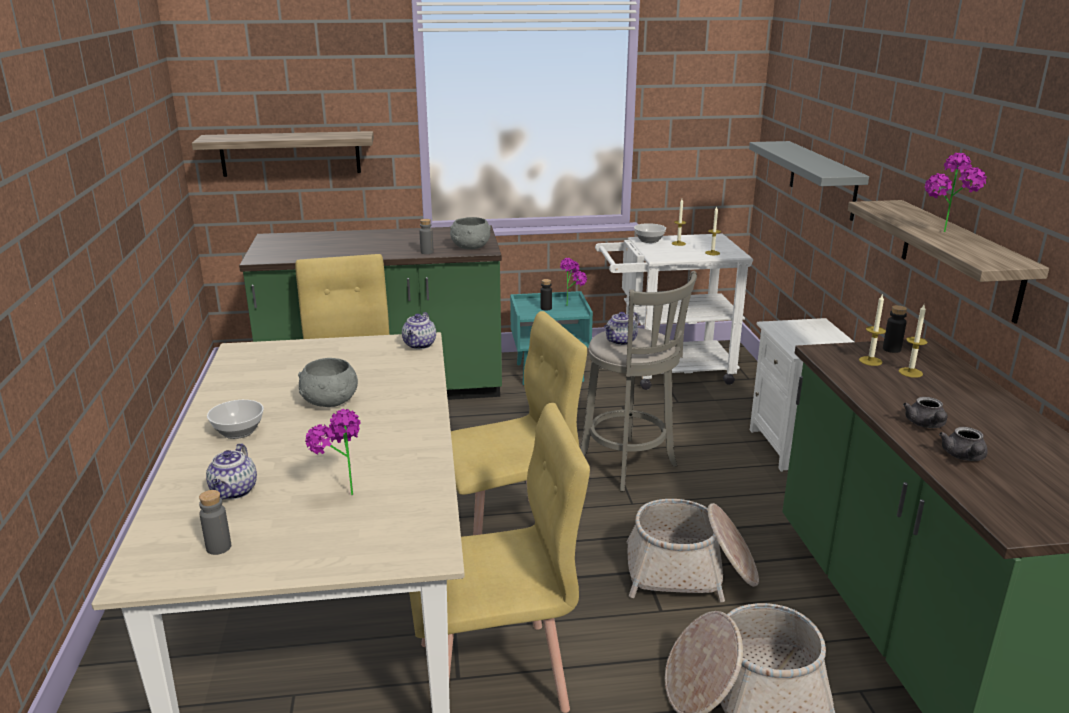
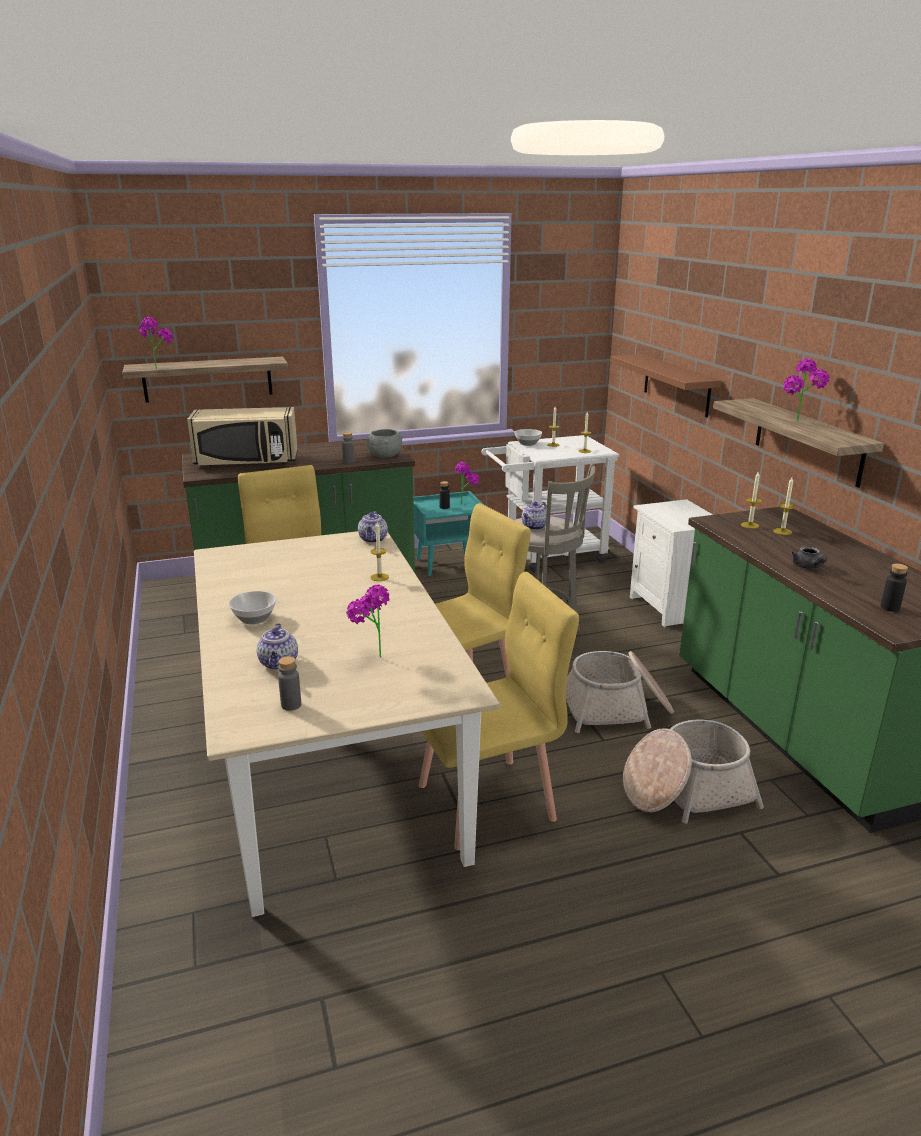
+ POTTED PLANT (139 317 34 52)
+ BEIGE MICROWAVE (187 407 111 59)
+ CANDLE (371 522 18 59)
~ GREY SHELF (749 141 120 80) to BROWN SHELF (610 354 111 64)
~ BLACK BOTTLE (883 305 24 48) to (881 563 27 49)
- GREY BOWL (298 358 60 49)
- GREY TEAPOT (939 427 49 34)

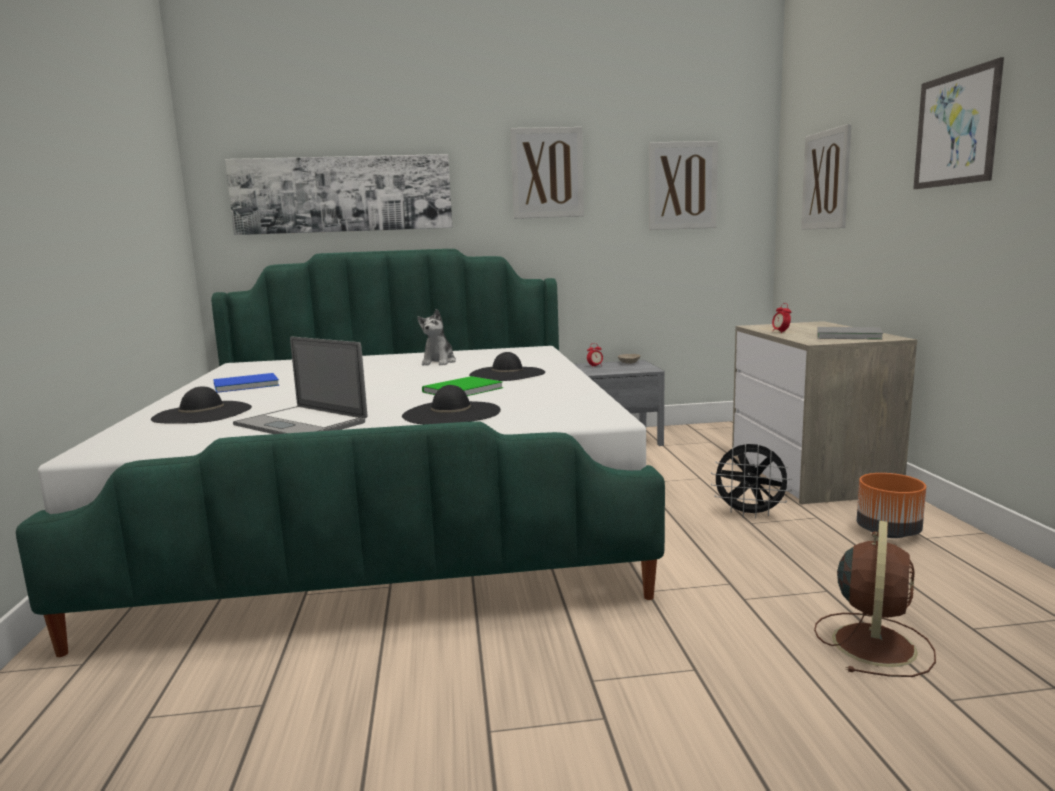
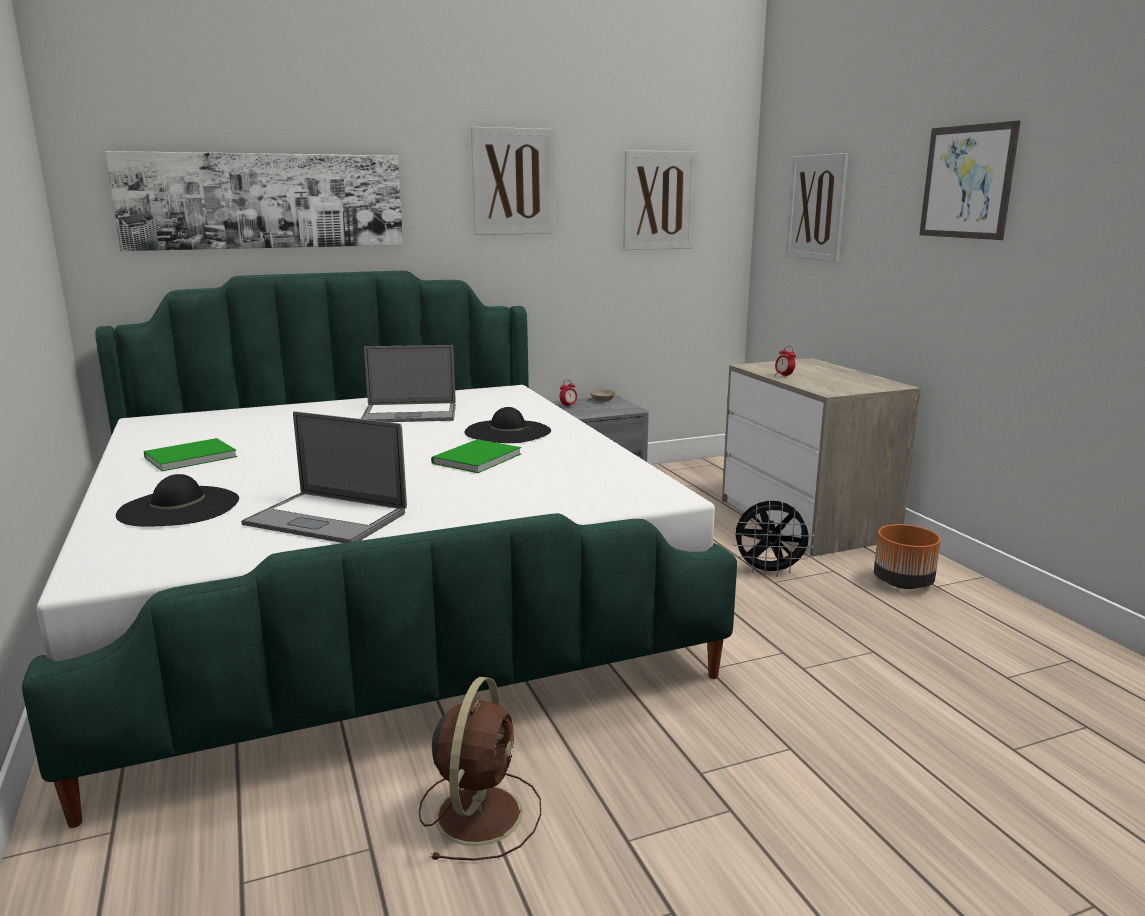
~ BLUE BOOK (213 373 66 20) to GREEN BOOK (144 438 93 33)
~ PLUSH TOY (417 309 39 57) to LAPTOP (361 345 95 77)
~ BROWN FAN (814 521 122 156) to (419 677 122 184)
- BLACK HAT (402 385 99 39)
- GREY BOOK (817 327 66 13)

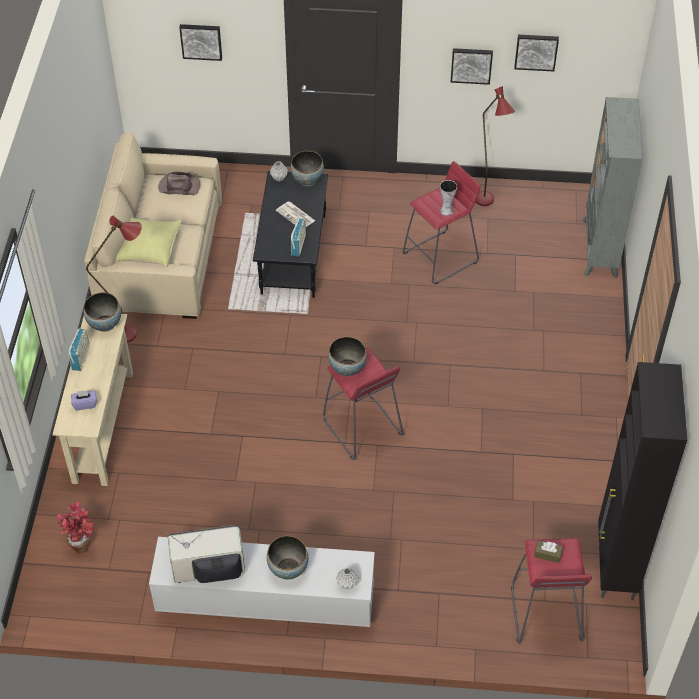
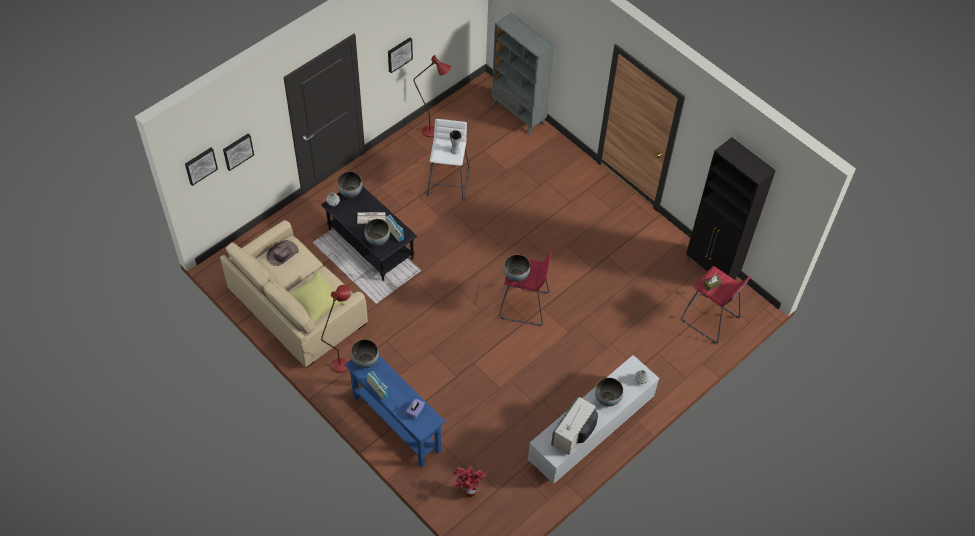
~ PICTURE (514 35 45 37) to (185 148 33 38)
~ BEIGE CONSOLE TABLE (52 314 81 172) to BLUE CONSOLE TABLE (345 356 101 111)
+ BOWL (364 219 26 27)
~ RED STOOL (403 161 78 123) to WHITE STOOL (427 119 43 81)

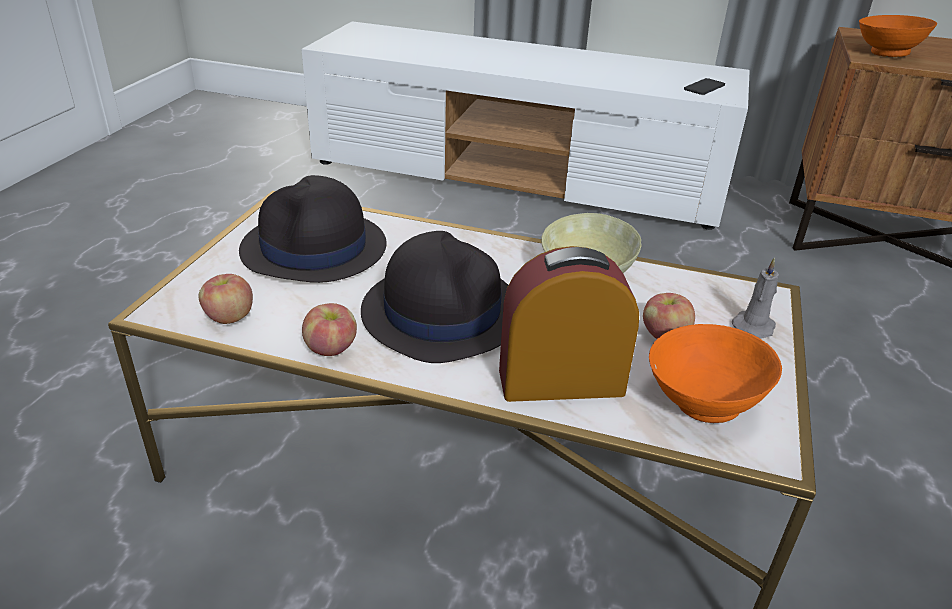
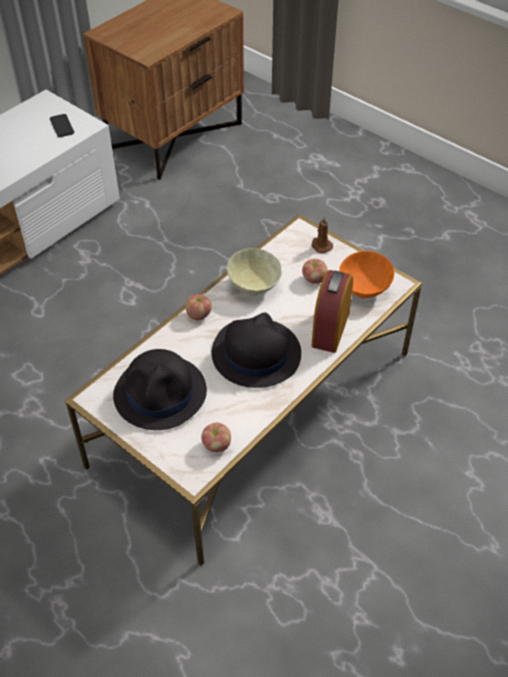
~ APPLE (302 303 55 53) to (185 294 26 27)
~ GREY CANDLE (732 257 47 82) to BROWN CANDLE (311 217 22 36)
- ORANGE BOWL (859 15 78 42)

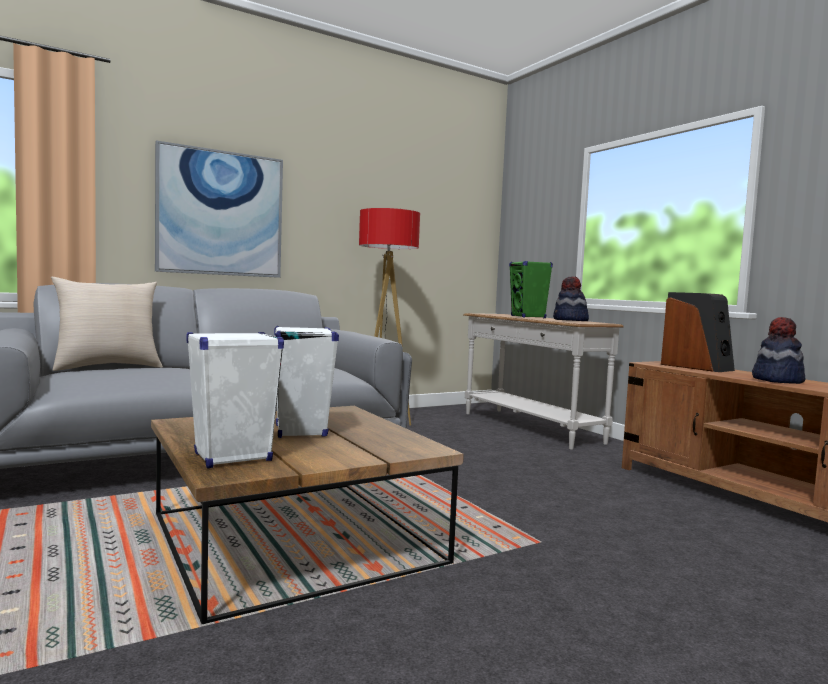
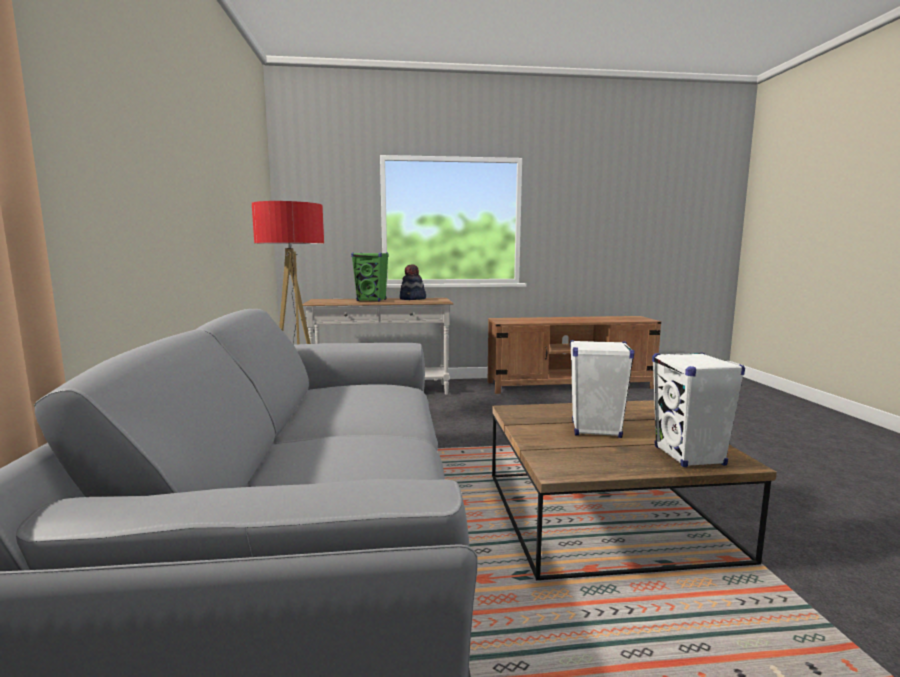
- BEIGE PILLOW (51 277 112 94)
- PICTURE (155 140 128 138)
- SPEAKER (661 292 74 80)
- HAT (752 317 53 67)

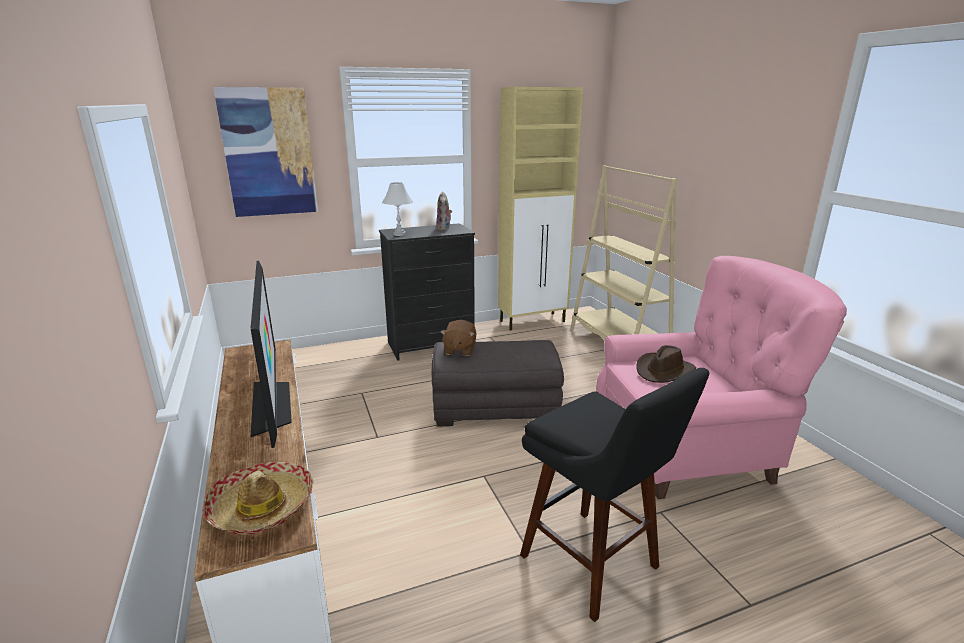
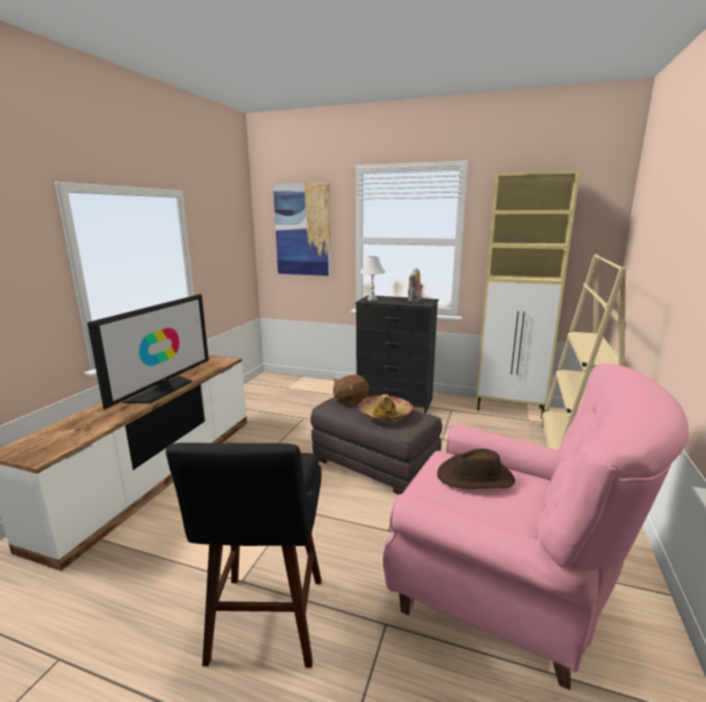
~ HAT (202 462 112 73) to (358 394 55 28)

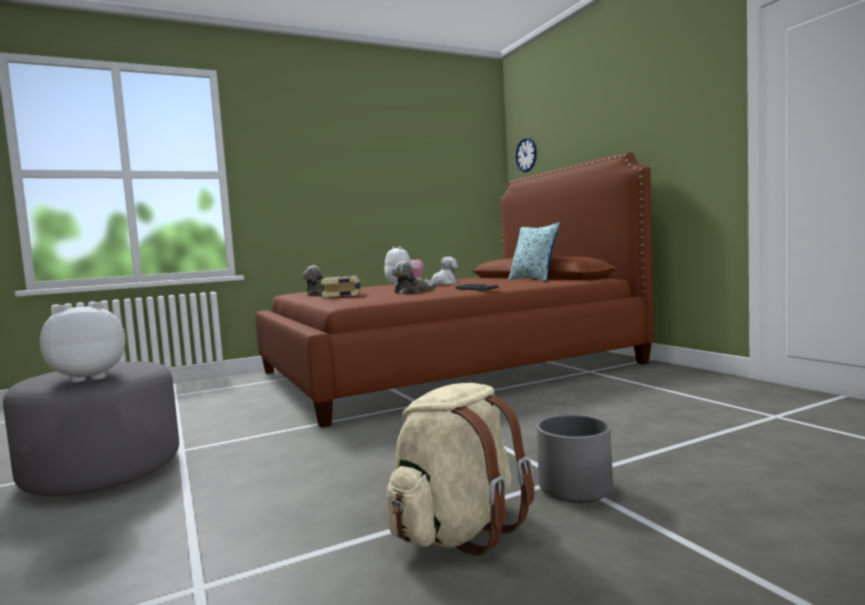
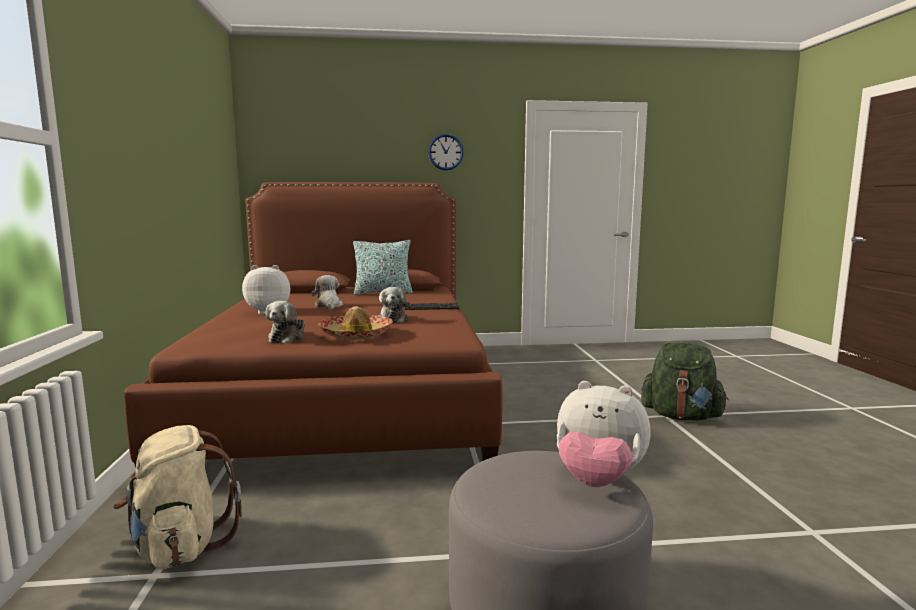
~ BEIGE BACKPACK (387 383 148 173) to (113 425 129 145)
~ BOOK (321 275 40 23) to HAT (318 306 75 34)
~ WALL CLOCK (516 138 21 34) to (428 134 36 36)
~ PLUSH TOY (40 302 85 81) = (557 381 94 106) 60 degrees counterclockwise
~ GREY PLANTER (537 415 76 88) to GREEN BACKPACK (641 343 88 77)

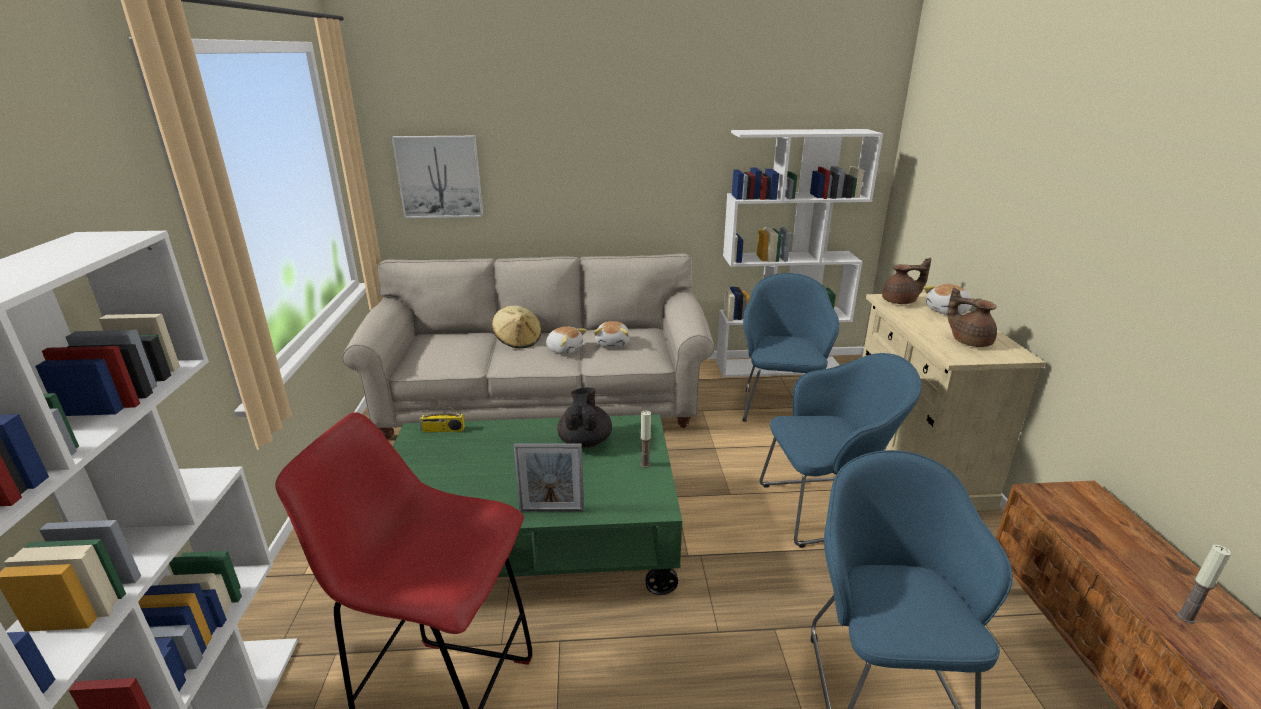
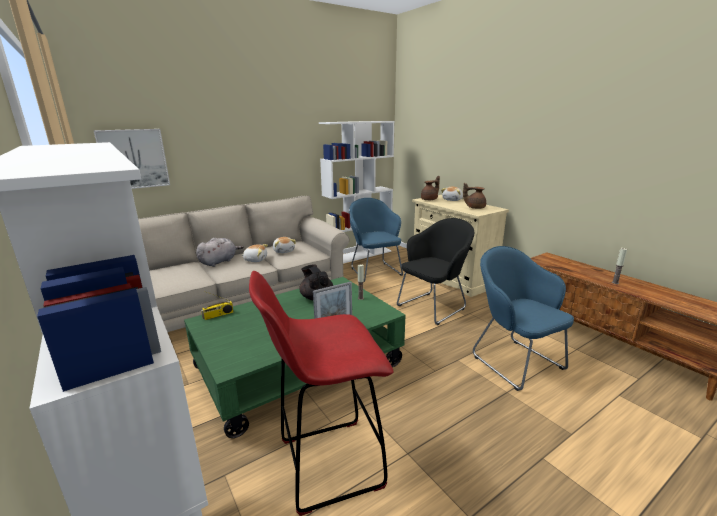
~ BEIGE HAT (492 306 50 42) to GREY PLUSH TOY (196 238 48 29)
~ BLUE ARMCHAIR (759 353 163 195) to BLACK ARMCHAIR (397 218 78 107)

